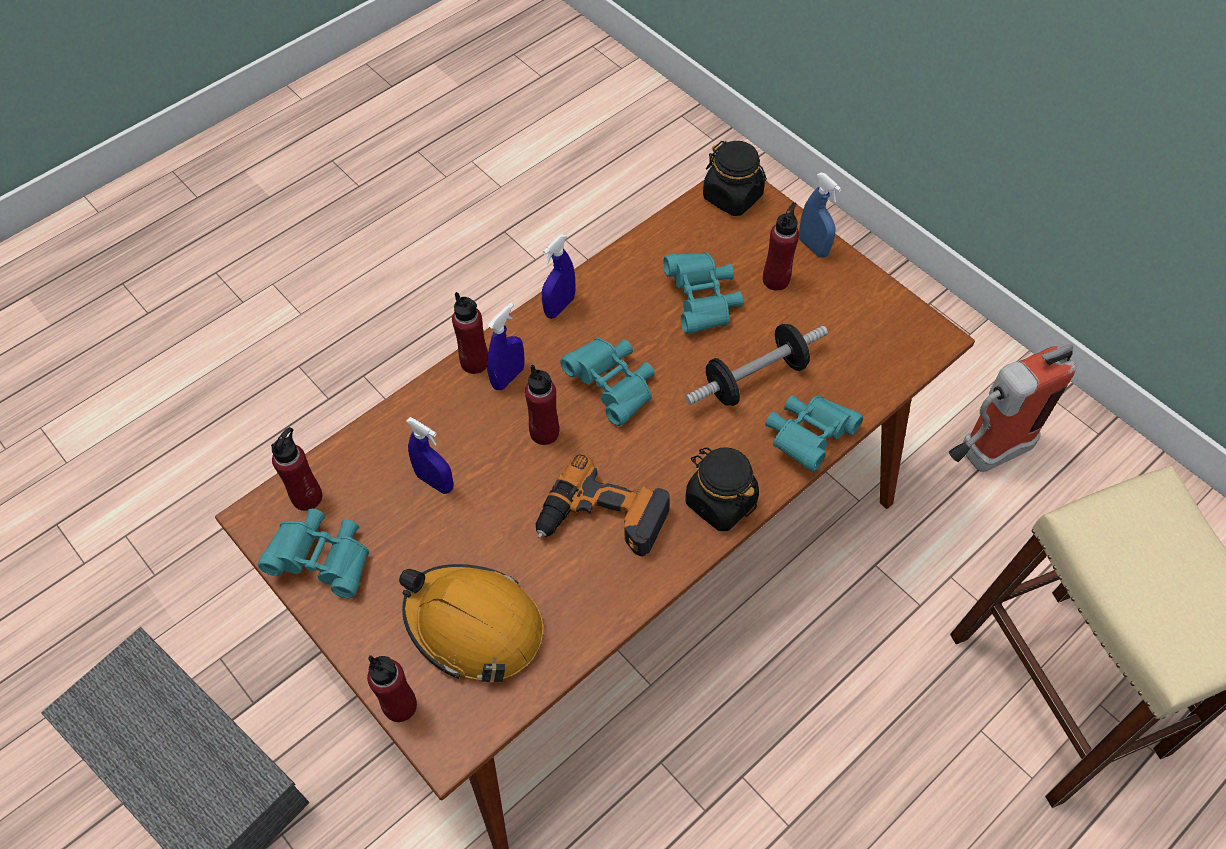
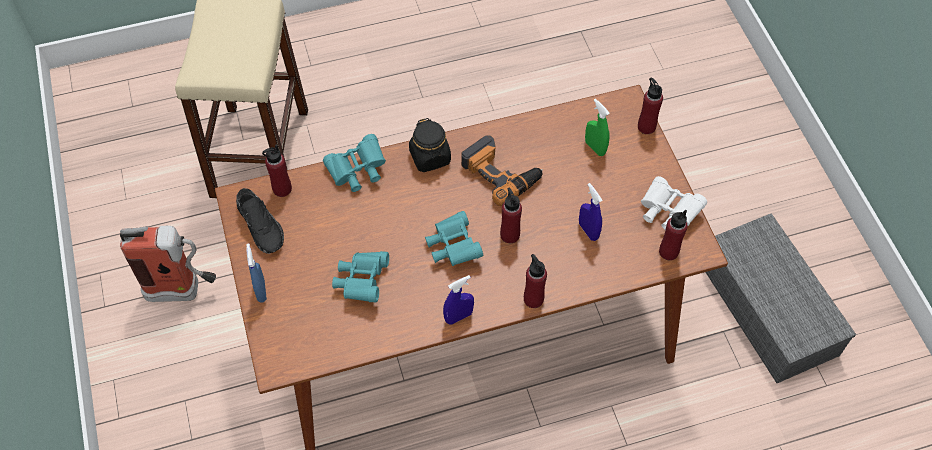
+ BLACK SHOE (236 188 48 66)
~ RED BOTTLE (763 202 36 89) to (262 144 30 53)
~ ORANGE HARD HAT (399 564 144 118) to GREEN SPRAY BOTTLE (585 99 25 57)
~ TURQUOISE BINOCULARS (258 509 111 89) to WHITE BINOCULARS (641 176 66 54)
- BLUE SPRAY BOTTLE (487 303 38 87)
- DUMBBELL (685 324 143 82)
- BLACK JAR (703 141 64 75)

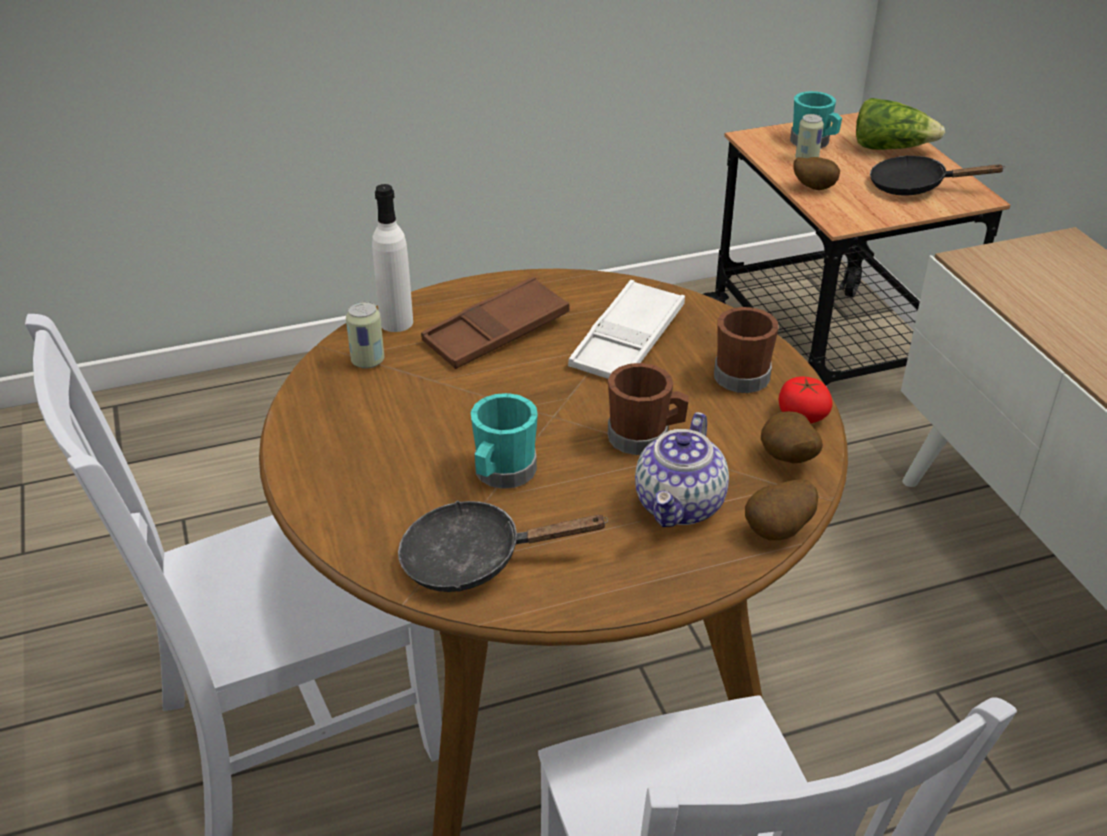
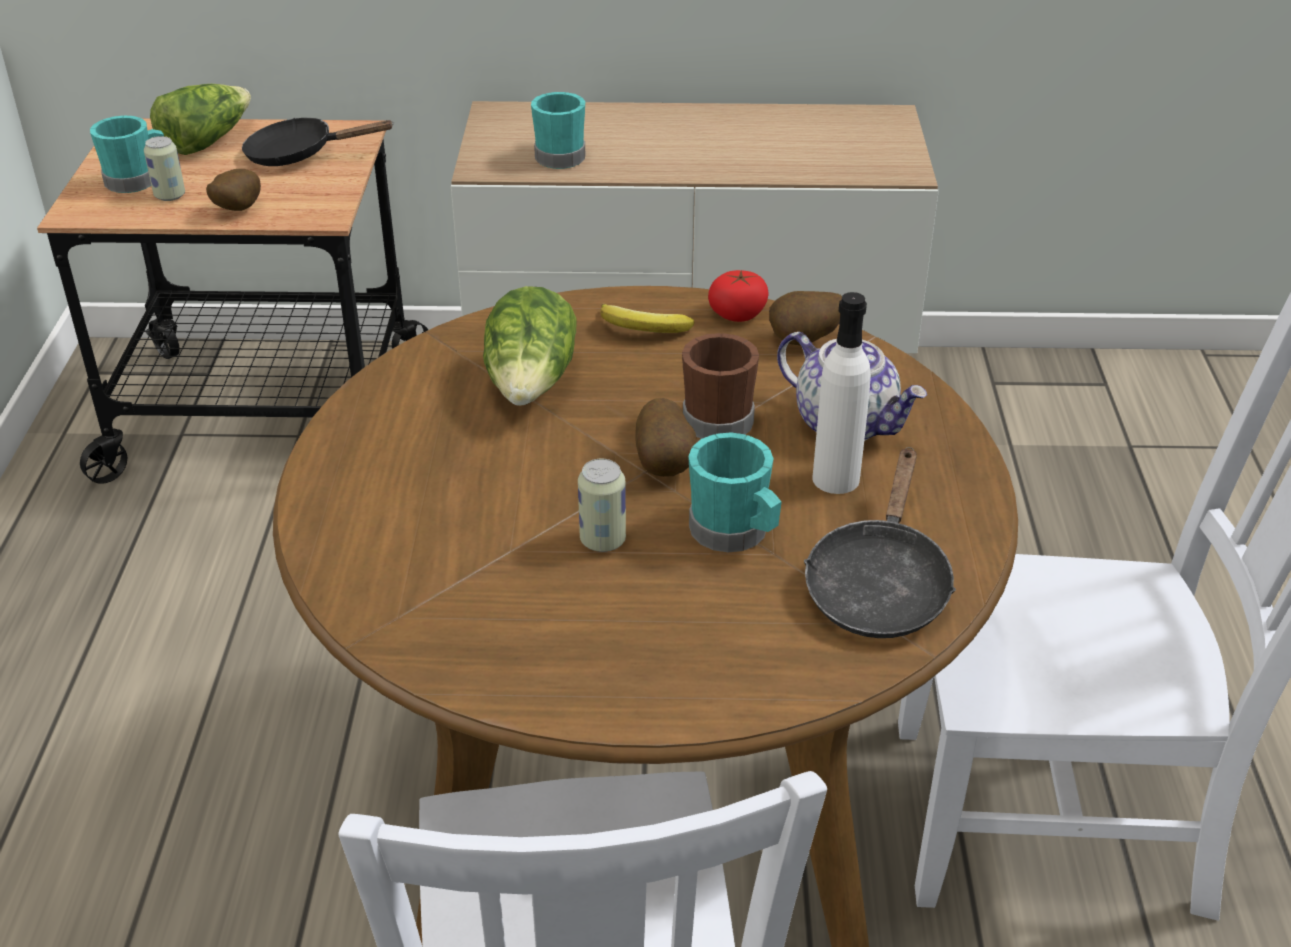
~ BLACK FRYING PAN (870 155 135 40) = (242 118 152 48) 60 degrees clockwise
~ WHITE TRAY (568 280 117 99) to LETTUCE (483 286 94 120)
+ TURQUOISE MUG (531 92 54 77)
~ CAN (346 302 38 66) to (578 459 48 93)
~ BROWN MUG (714 307 65 86) to BANANA (601 304 93 29)
~ POTATO (745 480 74 60) to (635 398 62 79)
~ WHITE BOTTLE (372 184 41 148) to (812 292 59 202)
- BROWN TRAY (421 277 149 92)

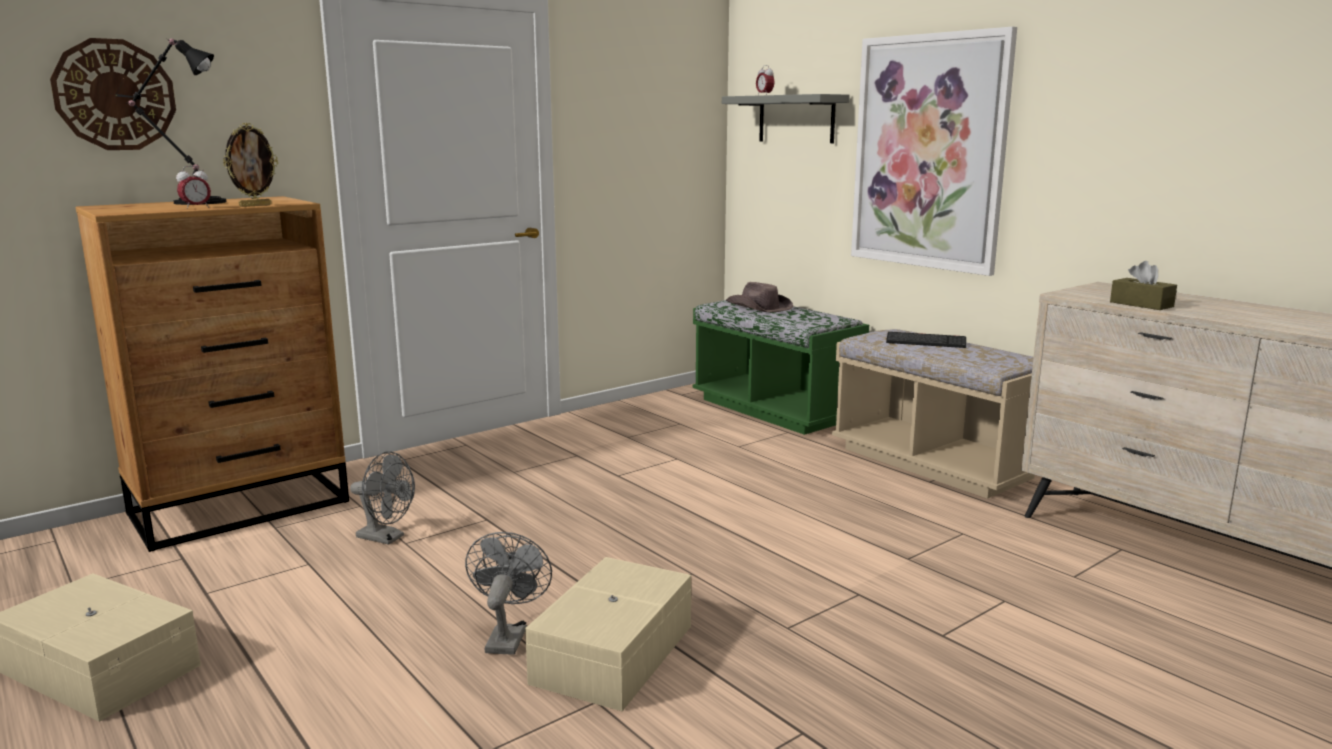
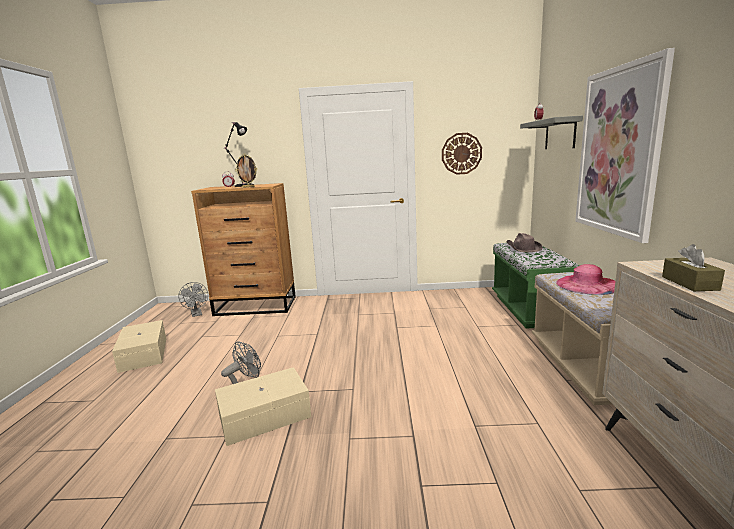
~ GREY FAN (350 451 65 94) to (179 282 29 35)
~ WALL CLOCK (50 38 126 112) to (442 133 40 42)
~ KEYBOARD (886 332 80 16) to PINK HAT (556 264 59 31)

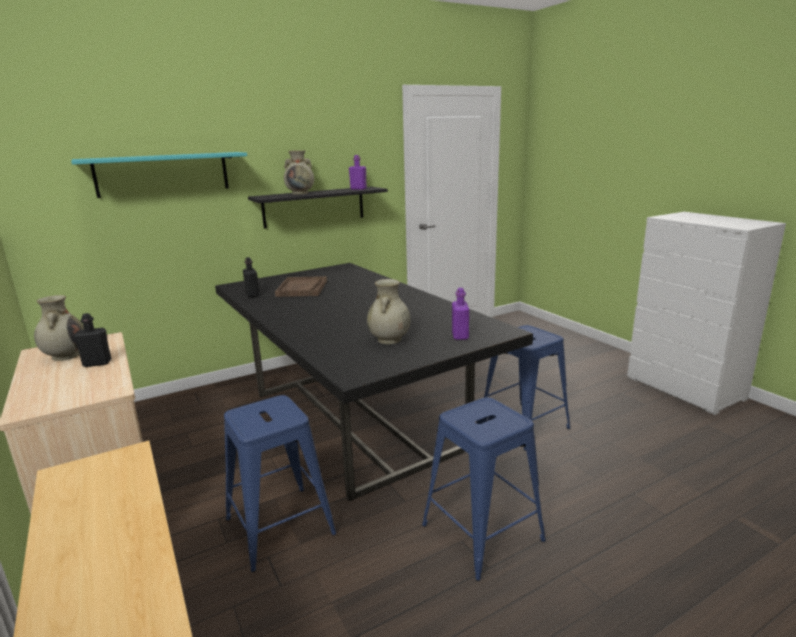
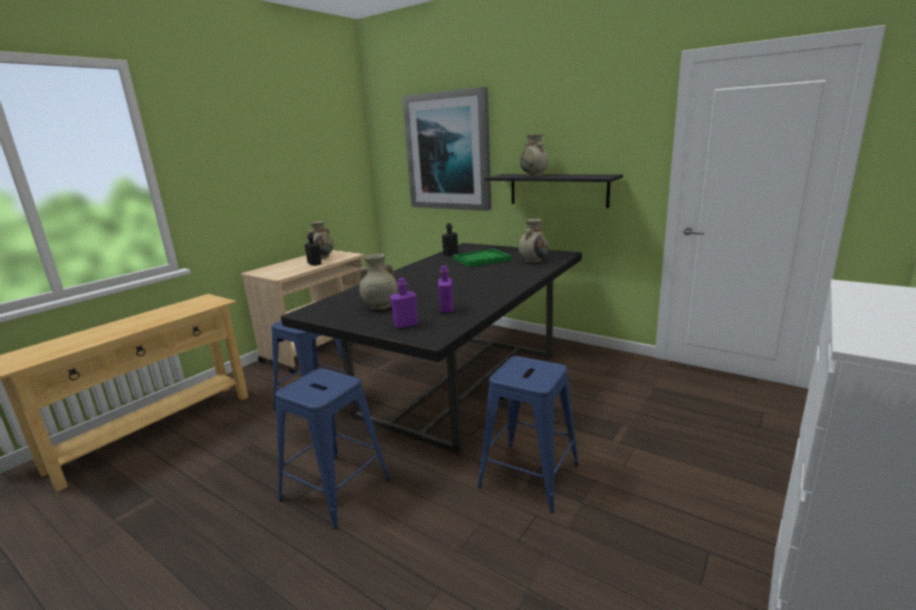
~ TURQUOISE SHELF (71 152 176 46) to PICTURE (402 87 89 124)
~ PURPLE BOTTLE (349 155 18 35) to (438 265 16 48)
~ BROWN TRAY (275 276 52 21) to GREEN TRAY (453 249 58 18)
+ BEIGE VASE (519 219 29 44)

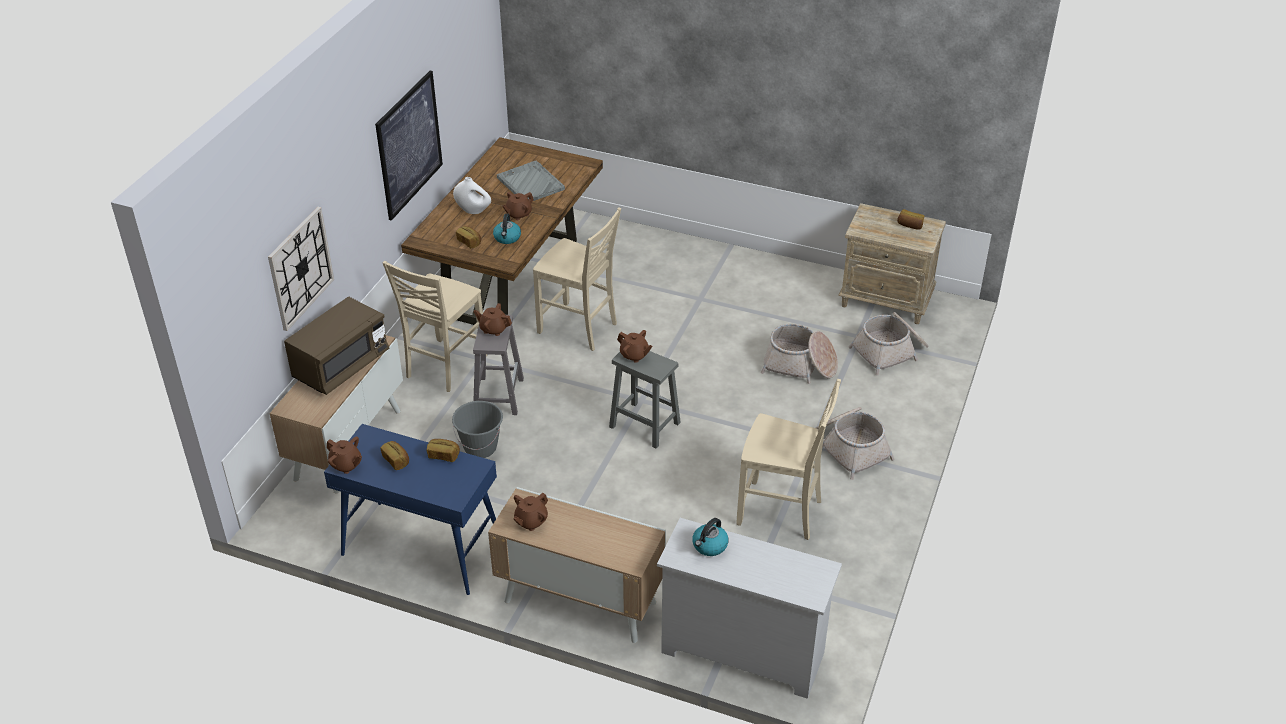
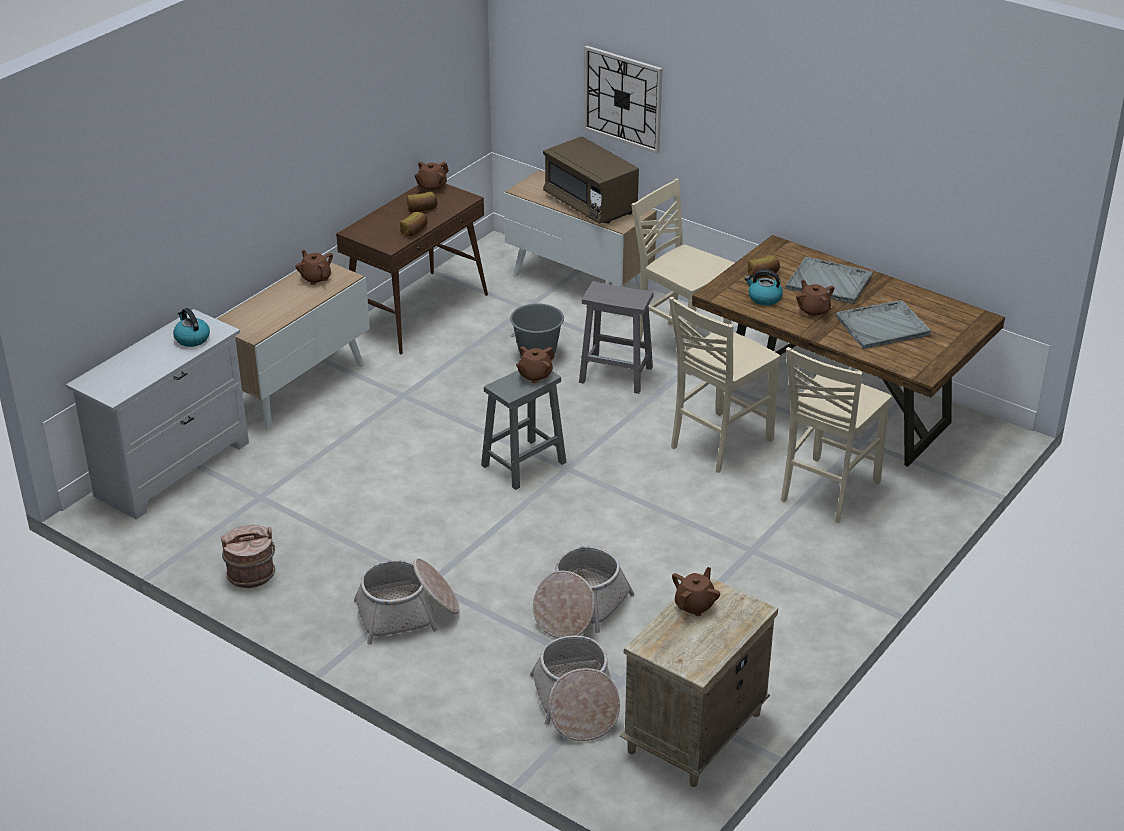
+ BROWN BUCKET (221 525 54 63)
~ BLUE CONSOLE TABLE (324 424 173 171) to BROWN CONSOLE TABLE (336 184 152 170)
~ BROWN TEAPOT (474 303 38 33) to (672 567 48 49)
~ BEIGE CHAIR (736 379 105 161) to (781 347 111 176)
~ WHITE VASE (453 177 38 37) to GREY TRAY (785 257 88 47)
- PICTURE (375 71 68 150)
- BREAD (897 209 27 21)

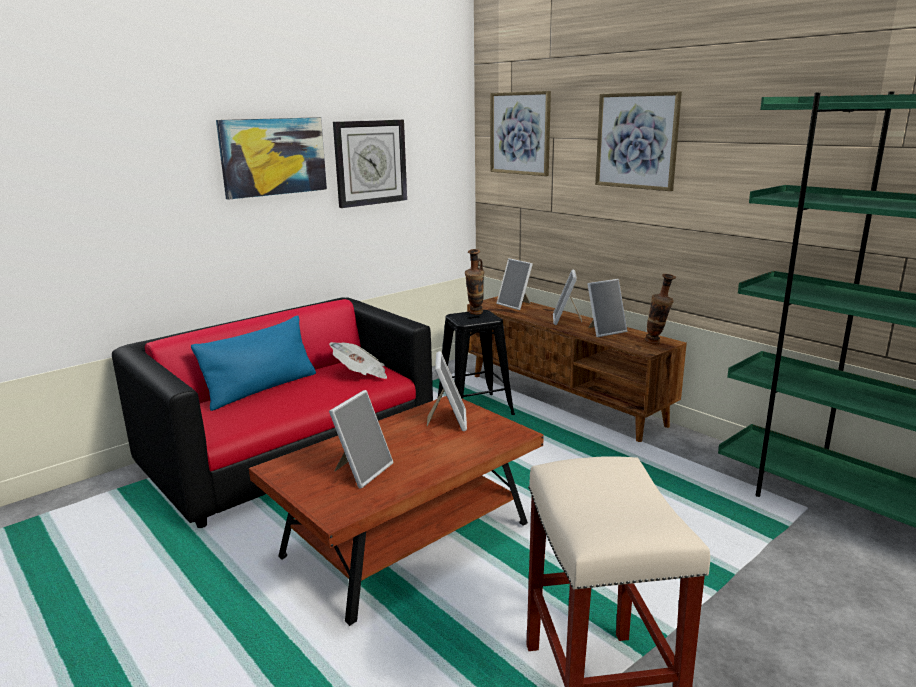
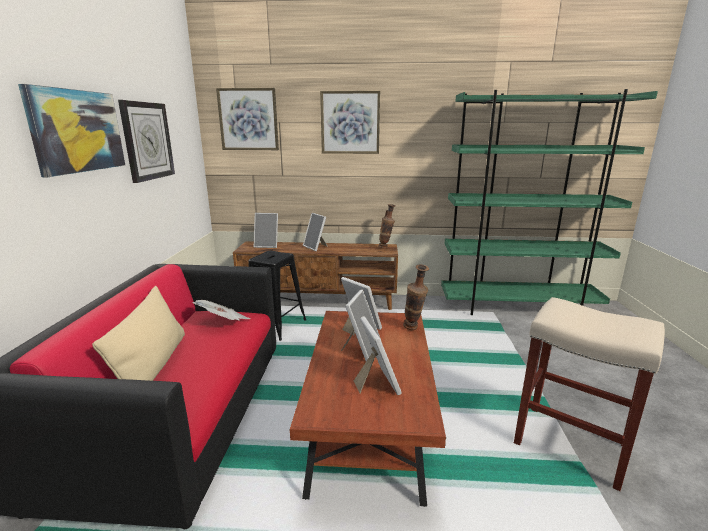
~ BLUE PILLOW (191 315 125 96) to BEIGE PILLOW (92 286 93 95)
~ PICTURE FRAME (588 279 40 58) to (341 290 40 71)
~ VASE (465 249 19 66) to (403 264 26 66)

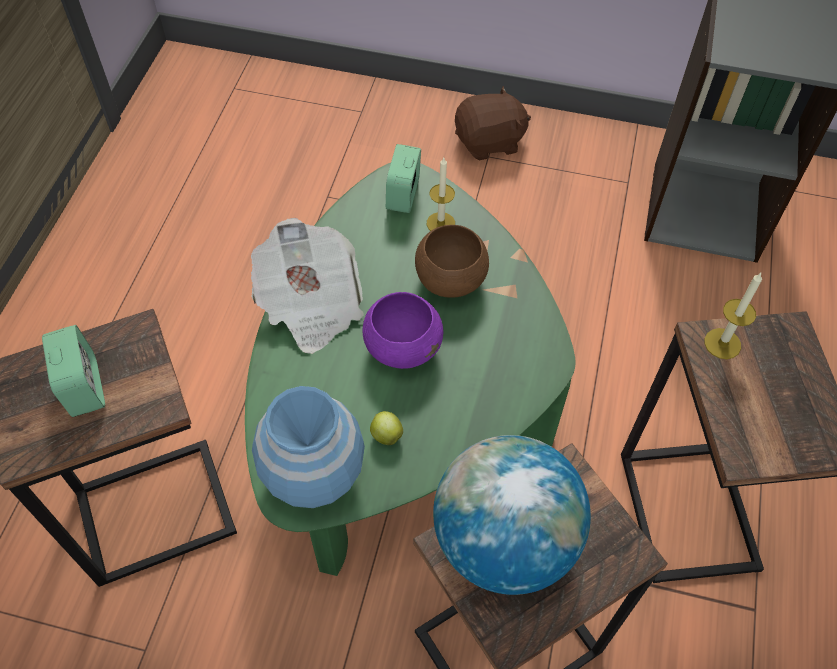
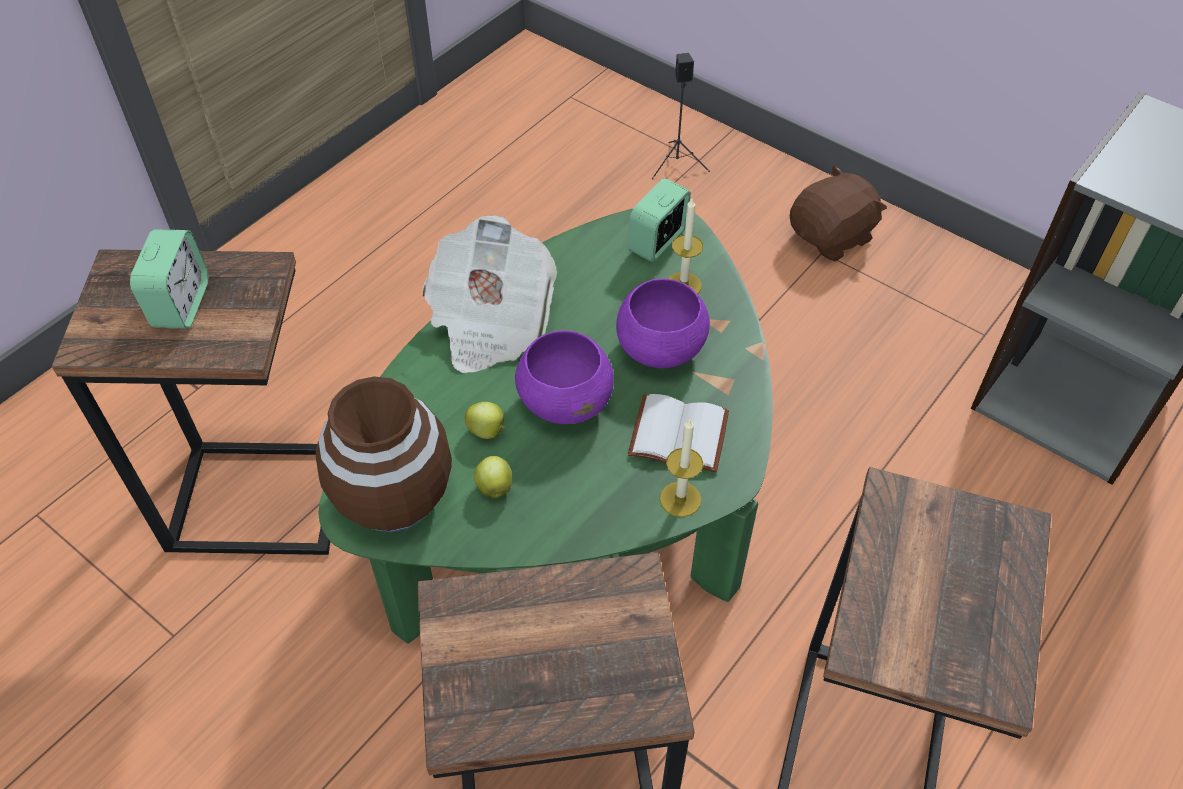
~ BLUE VASE (252 386 113 122) to BROWN VASE (316 376 136 156)
+ APPLE (465 402 41 37)
~ BROWN BOWL (415 225 74 73) to PURPLE BOWL (616 278 94 90)
+ WHITE BOOK (628 394 101 79)
+ BLACK SPEAKER (652 53 58 126)
~ CANDLE (704 273 58 86) to (660 419 43 98)
~ BROWN PLUSH TOY (455 86 76 74) = (790 165 97 96) 45 degrees counterclockwise
- GLOBE (433 435 158 160)

